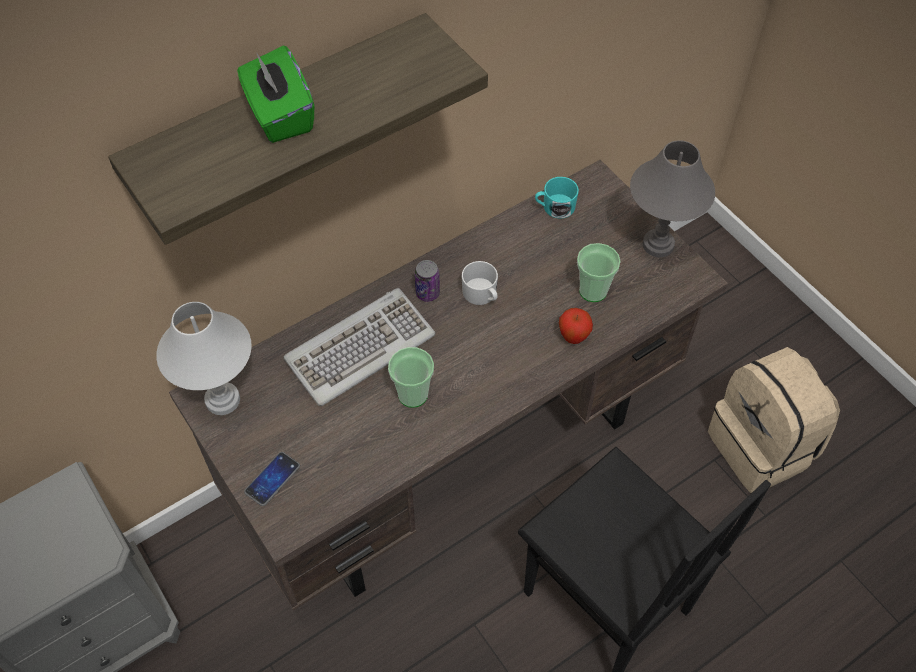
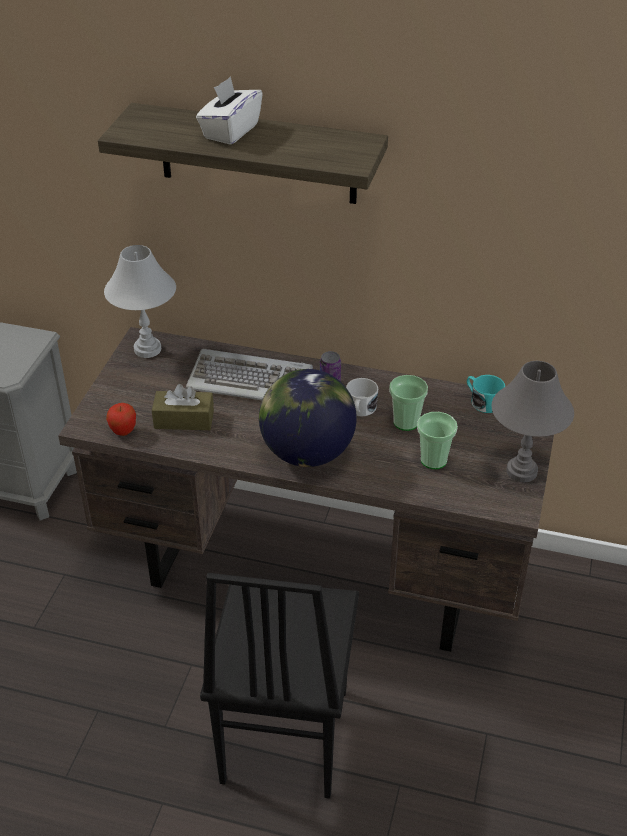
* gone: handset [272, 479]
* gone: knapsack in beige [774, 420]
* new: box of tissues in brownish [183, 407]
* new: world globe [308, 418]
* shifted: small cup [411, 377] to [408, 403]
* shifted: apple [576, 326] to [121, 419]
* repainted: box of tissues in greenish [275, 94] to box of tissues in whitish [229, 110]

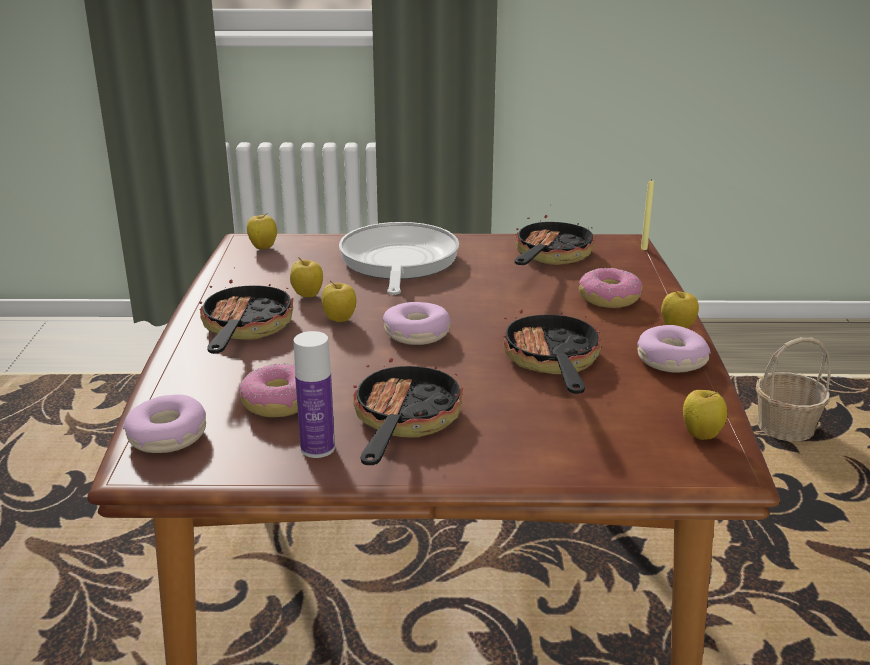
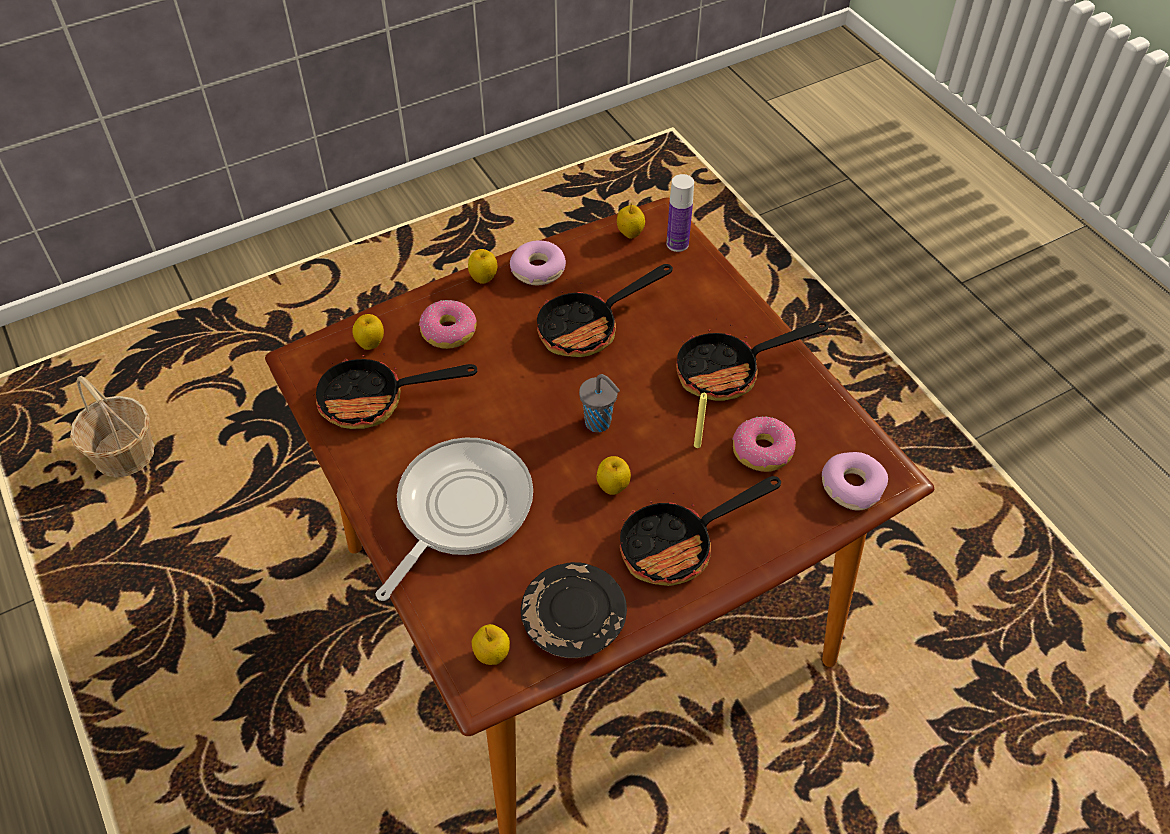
* new: dinner plate in black [574, 610]
* shifted: apple [306, 277] to [368, 332]
* shifted: bottle [314, 394] to [680, 213]
* shifted: wax light in yellow-coloured [647, 214] to [700, 420]
* swapped: ring doughnut [417, 323] to small cup in gray [599, 403]
* rotated: frying pan [399, 258] = [454, 519] 150 degrees clockwise

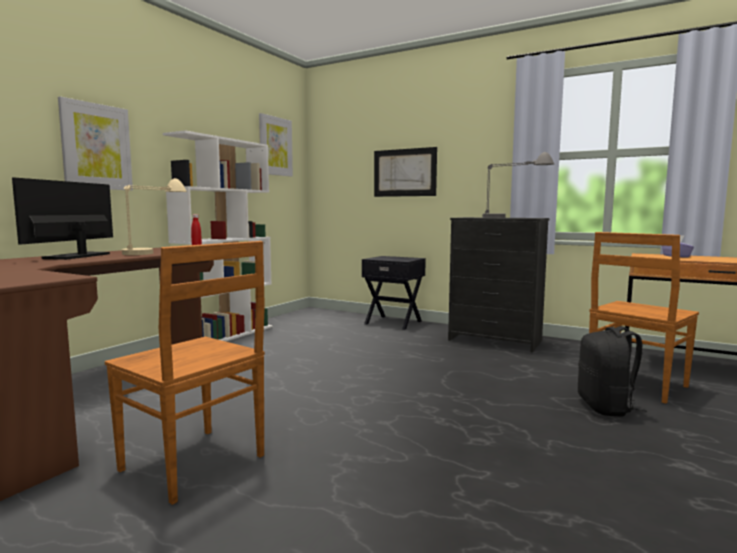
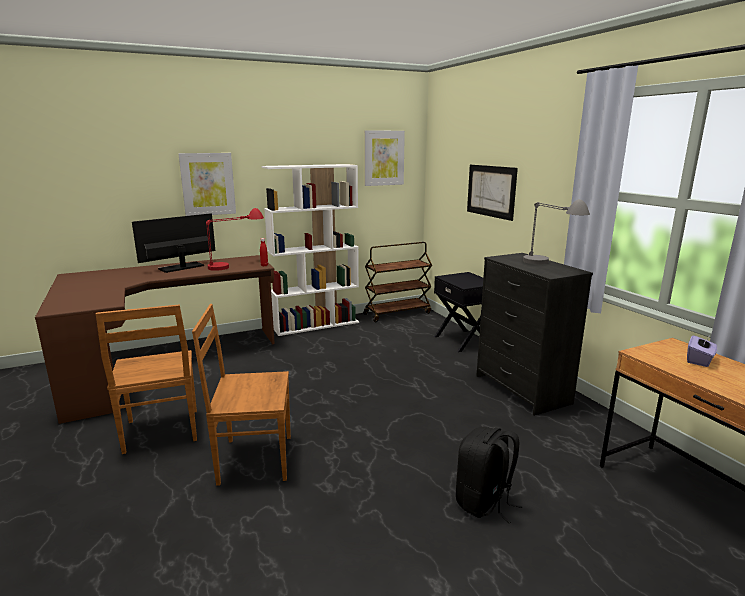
* new: trolley in brownish [397, 282]
* shifted: chair in brownish [644, 318] to [241, 395]
* repainted: lamp for a table in beige [154, 216] to lamp for a table in reddish [235, 239]

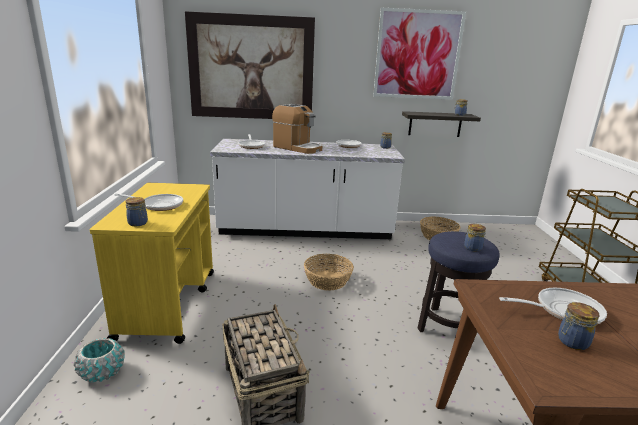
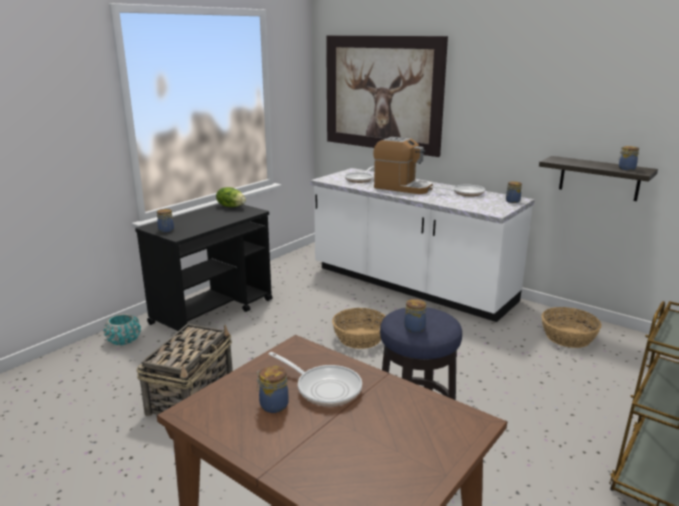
* gone: frying pan [148, 202]
* gone: wall art [419, 54]
* new: lettuce head [231, 197]
* repainted: trolley in yellow-coloured [151, 263] to trolley in black [204, 267]
* rotated: coffee machine [297, 129] = [403, 165] 45 degrees counterclockwise

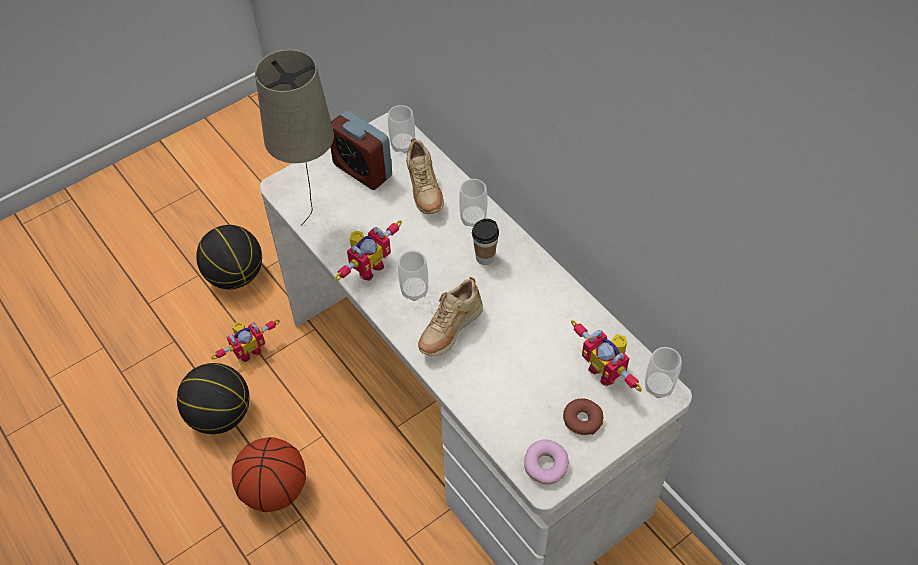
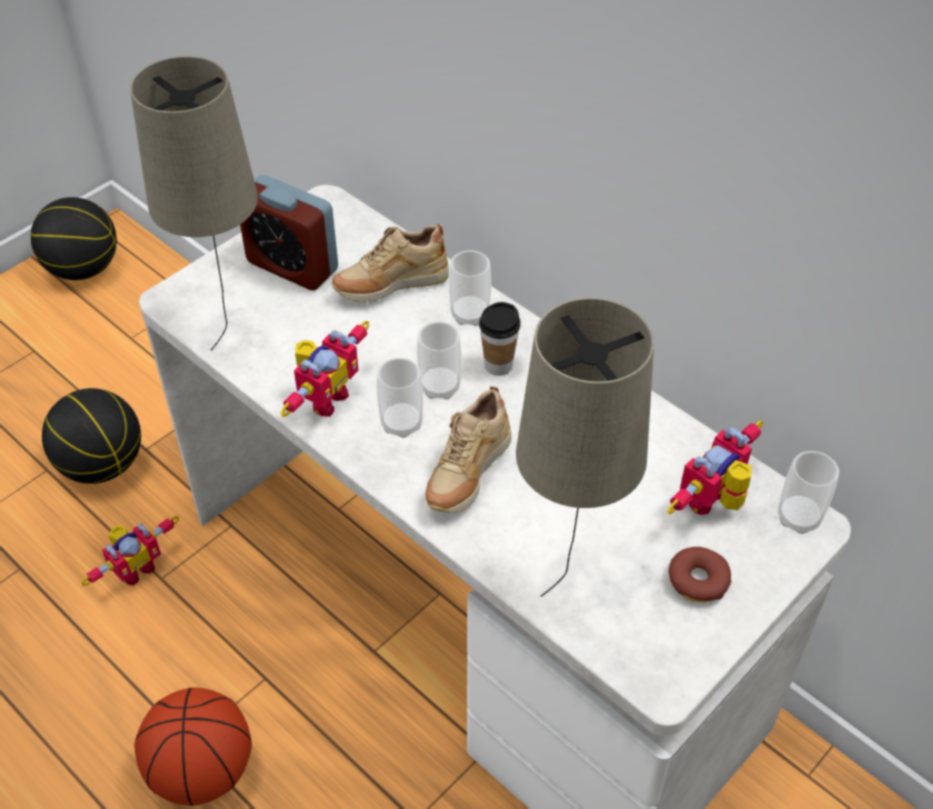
* gone: ring doughnut [546, 462]
* new: lamp for a table in beige [585, 447]
* shifted: basketball ball [213, 398] to [74, 238]
* shifted: small cup [401, 129] to [439, 360]
* rotated: low shoe in beige [425, 176] = [390, 262] 90 degrees clockwise
* rotated: toy robot [606, 356] = [715, 467] 90 degrees clockwise

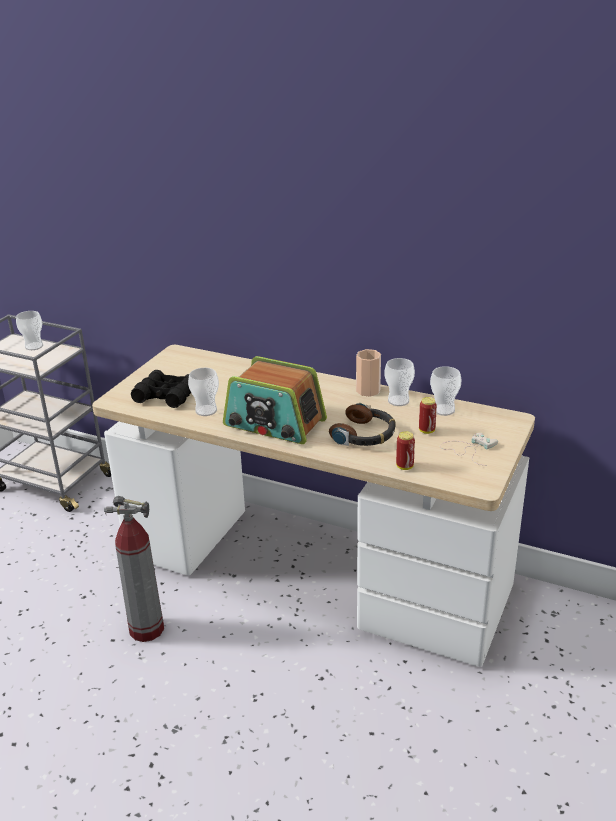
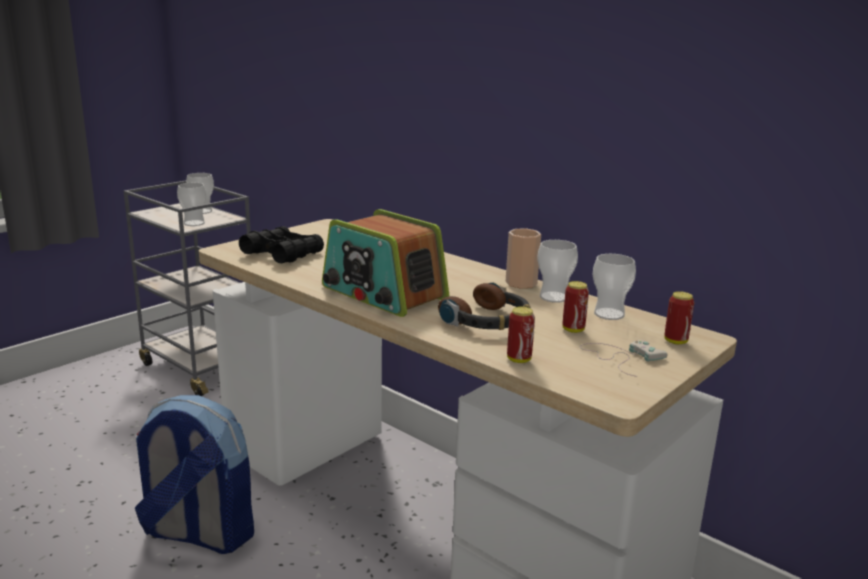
* new: metal can [679, 317]
* shifted: small cup [203, 392] to [191, 204]
* swapped: fire extinguisher [134, 569] to knapsack [194, 474]

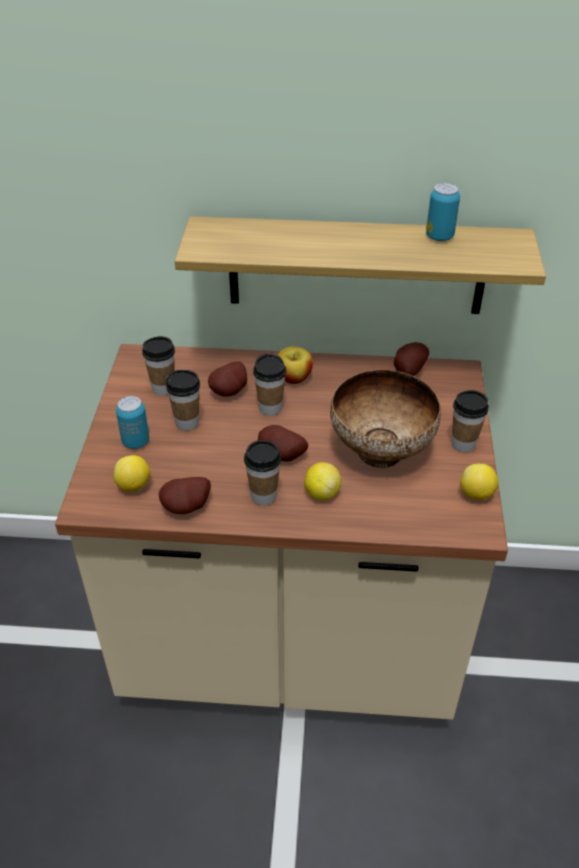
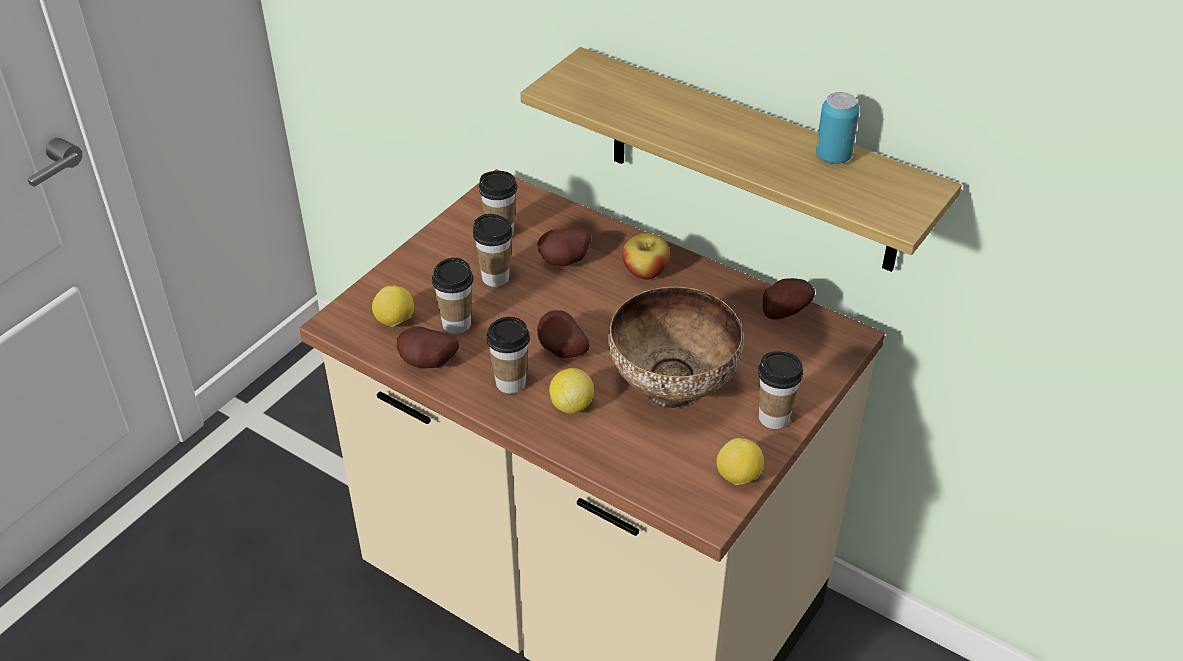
* gone: metal can [132, 422]
* shifted: small cup [269, 385] to [452, 296]

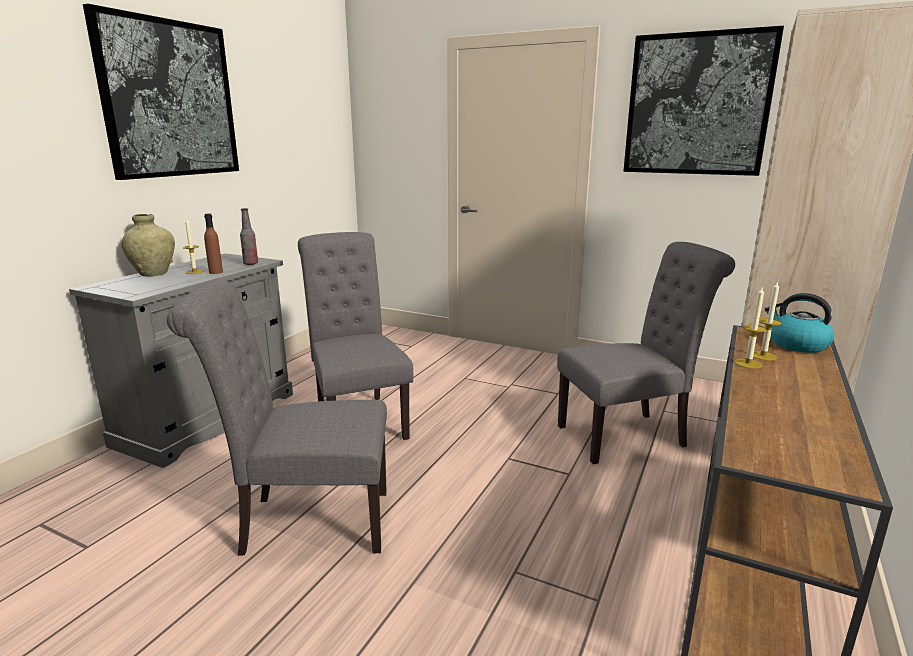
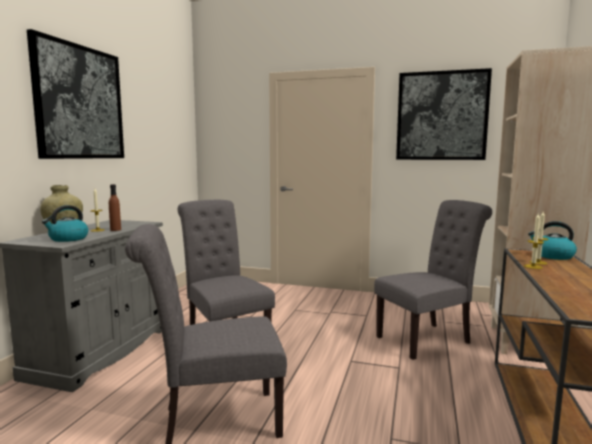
* gone: bottle [249, 236]
* new: water kettle [65, 223]

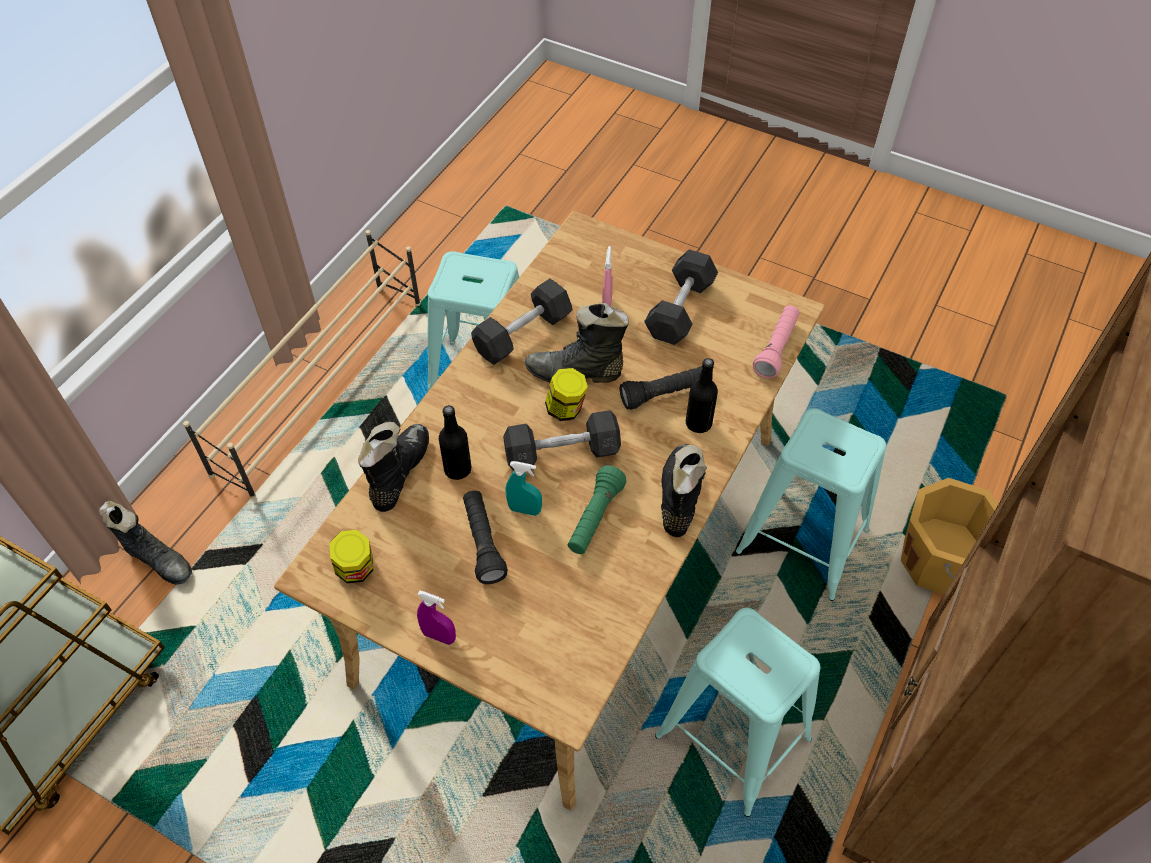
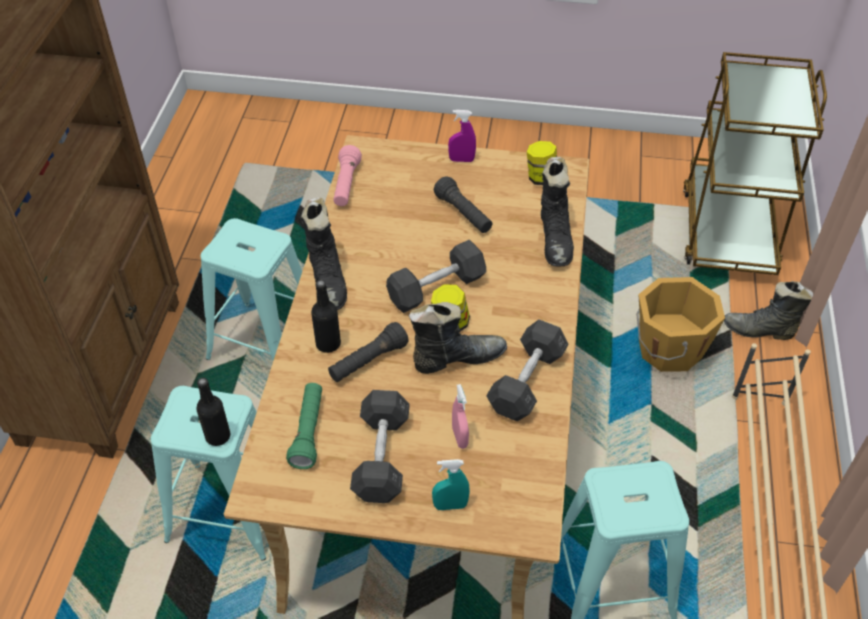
* shifted: bottle in black [455, 442] to [213, 412]
* shifted: sprayer in turquoise-coloured [524, 488] to [451, 484]
* shifted: flashlight in greenish [597, 509] to [304, 426]
* shifted: flashlight in pinkish [776, 341] to [347, 175]
* shifted: bucket in orange-coloured [949, 536] to [680, 324]

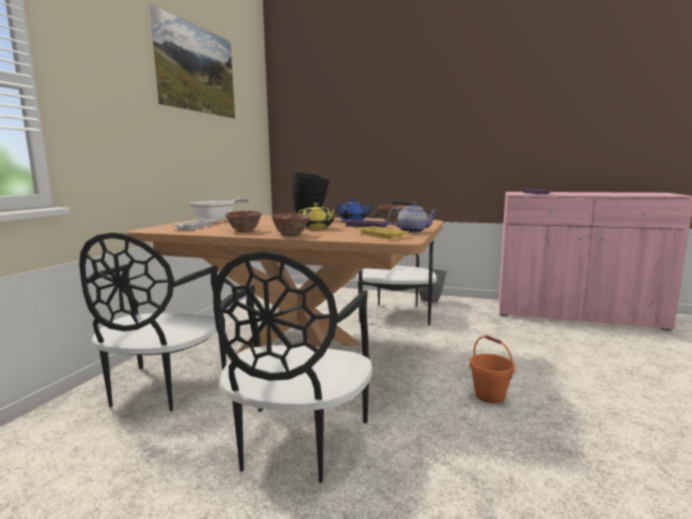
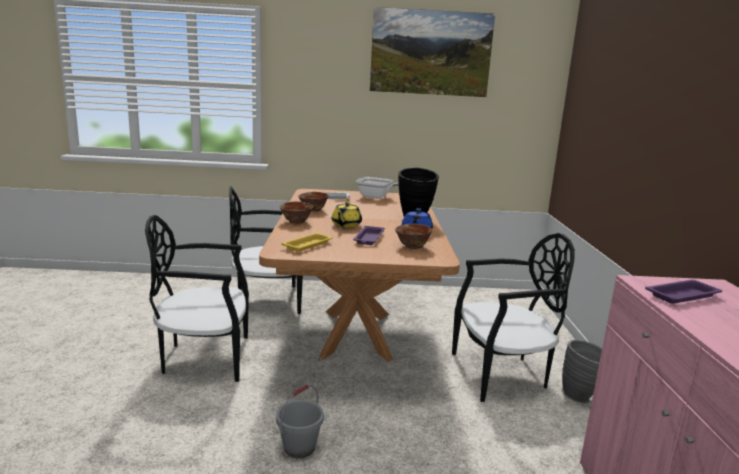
* gone: teapot [413, 217]
* repainted: bucket in orange-coloured [492, 369] to bucket in gray [300, 421]

